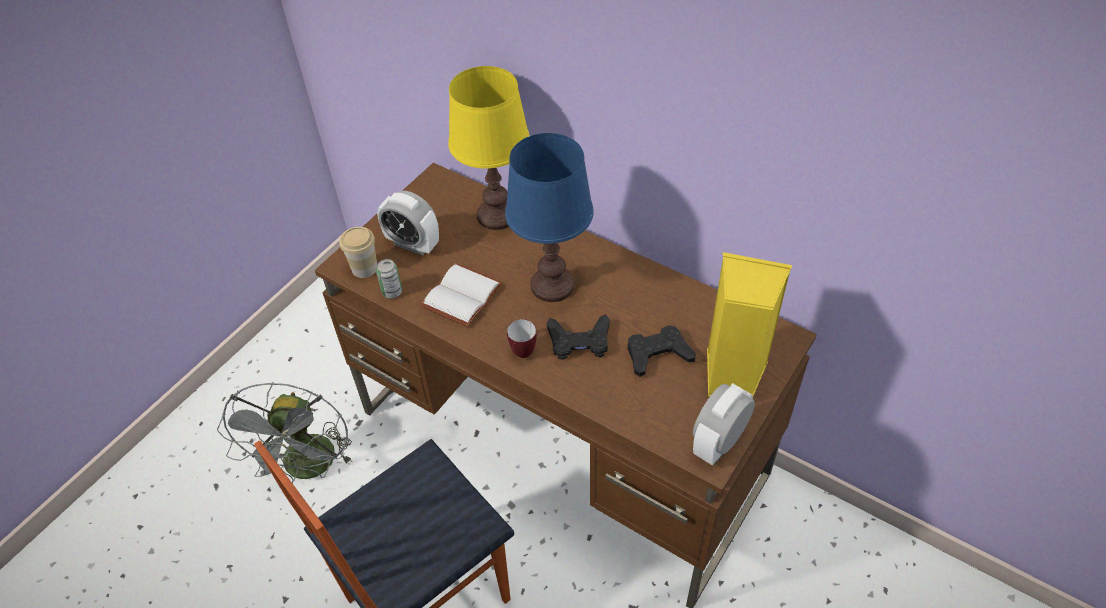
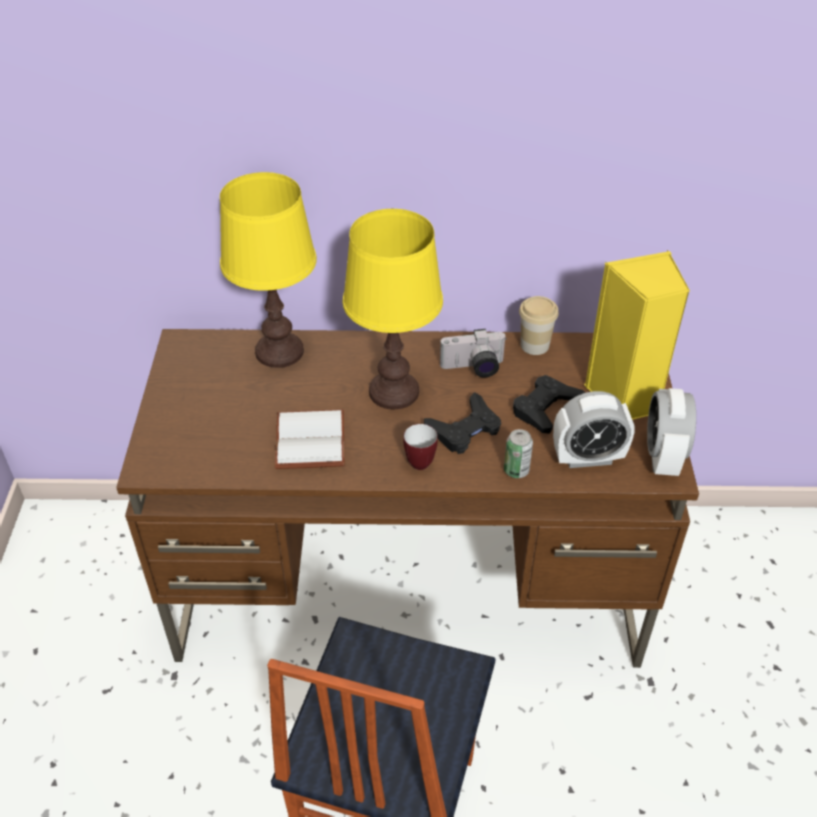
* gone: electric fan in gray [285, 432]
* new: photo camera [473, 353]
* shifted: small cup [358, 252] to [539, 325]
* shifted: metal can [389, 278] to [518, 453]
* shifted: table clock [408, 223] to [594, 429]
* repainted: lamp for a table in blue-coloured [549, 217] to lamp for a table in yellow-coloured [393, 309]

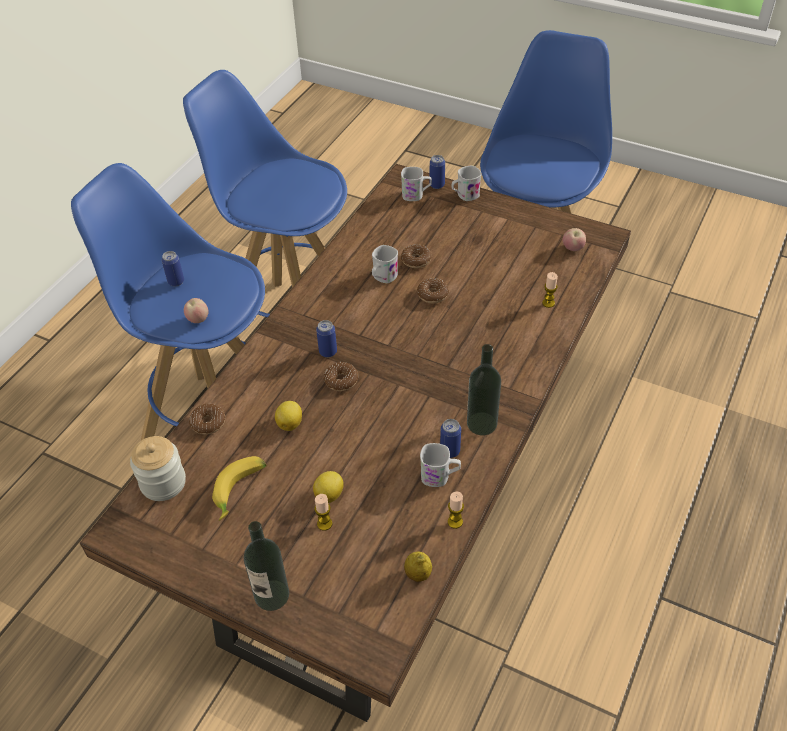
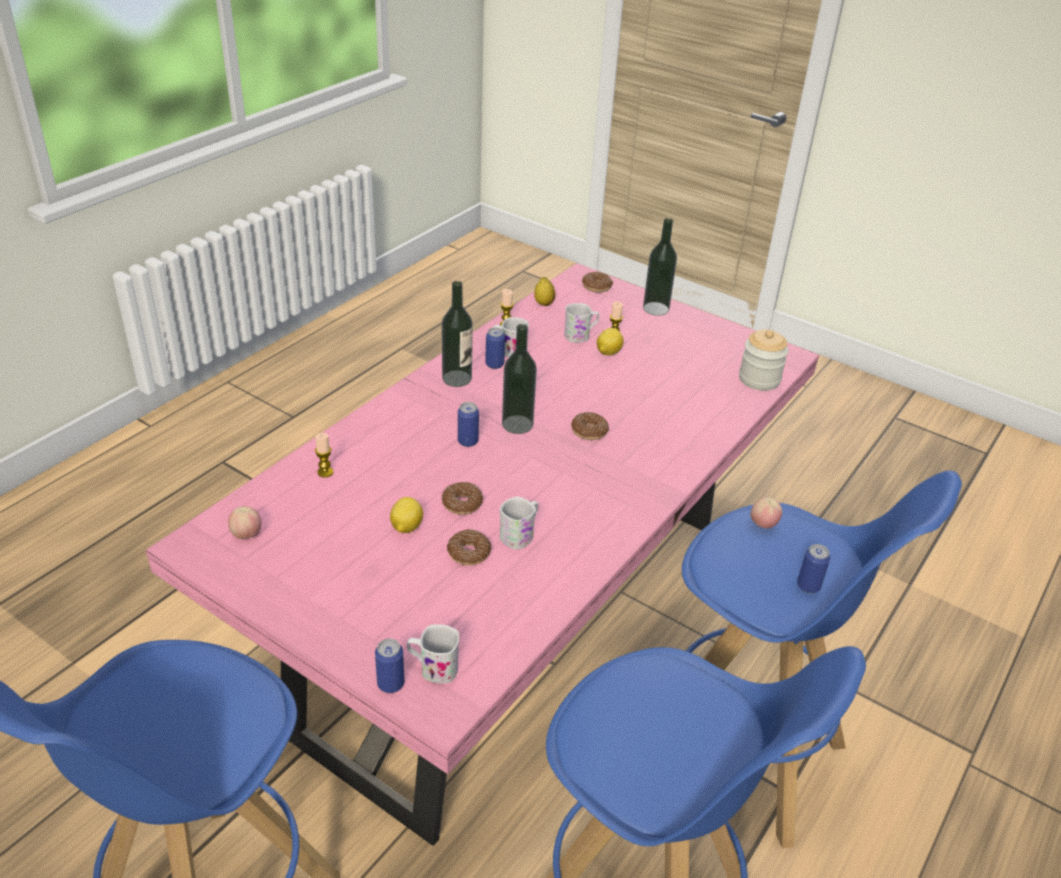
* gone: whole banana [239, 488]
* new: bottle [519, 379]
* shifted: ring doughnut [207, 419] to [597, 282]
* shifted: lemon [288, 416] to [406, 515]
* shifted: metal can [326, 338] to [468, 424]
* shifted: coffee mug in whitish [467, 183] to [581, 323]
* repainted: kitchen table in brownish [355, 443] to kitchen table in pinkish [482, 554]

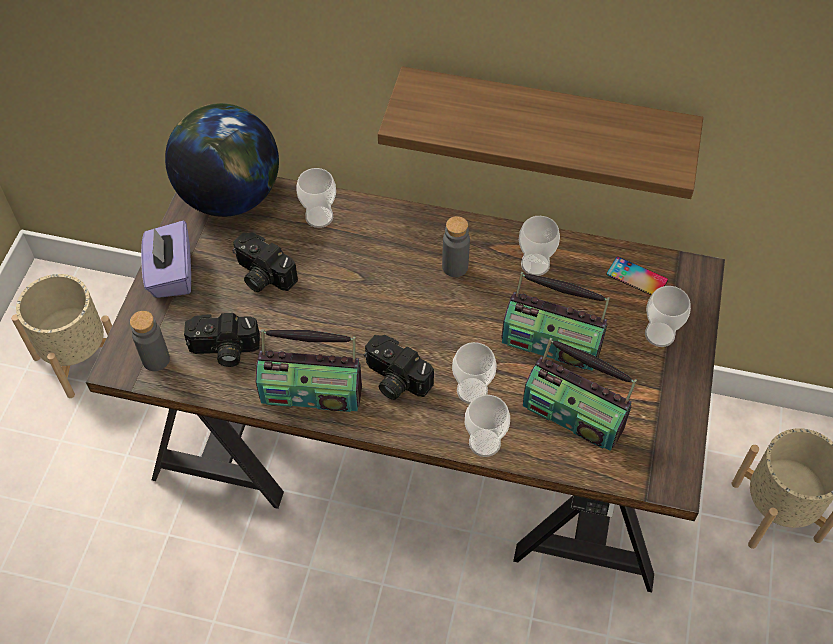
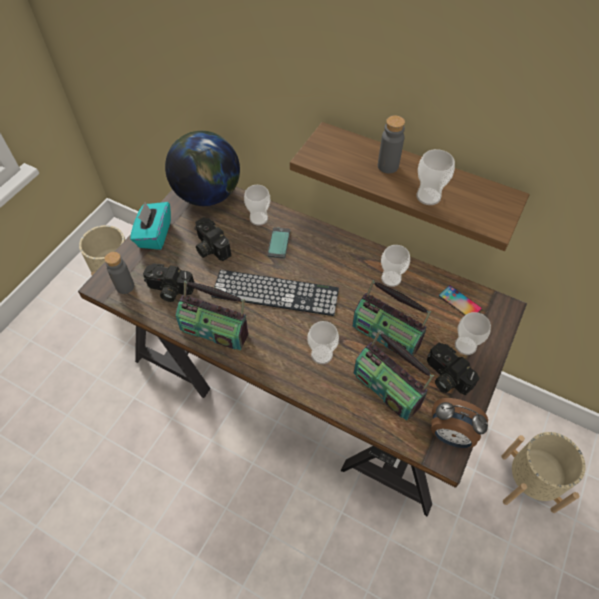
* new: computer keyboard [275, 293]
* new: handset [279, 243]
* new: table clock [459, 423]
* shifted: photo camera [399, 367] to [453, 369]
* shifted: bottle in gray [456, 246] to [391, 144]
* shifted: small cup [487, 426] to [435, 177]
* repainted: box of tissues in purple-coloured [166, 259] to box of tissues in turquoise-coloured [150, 226]

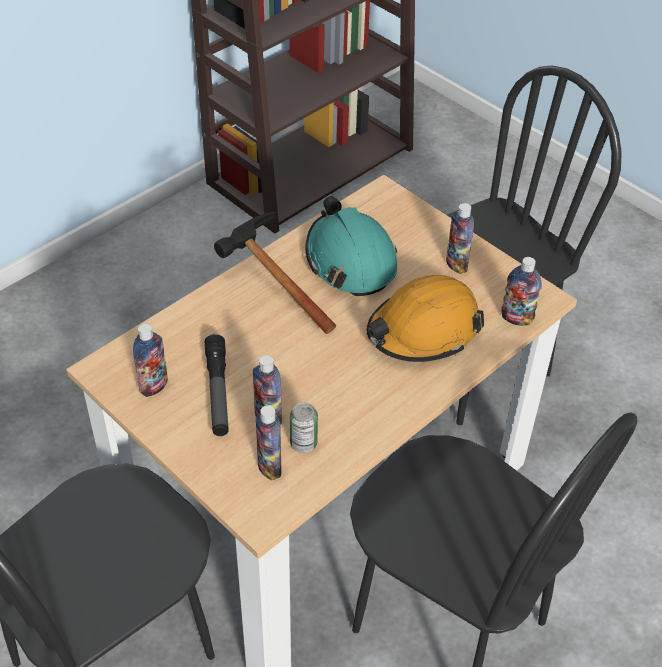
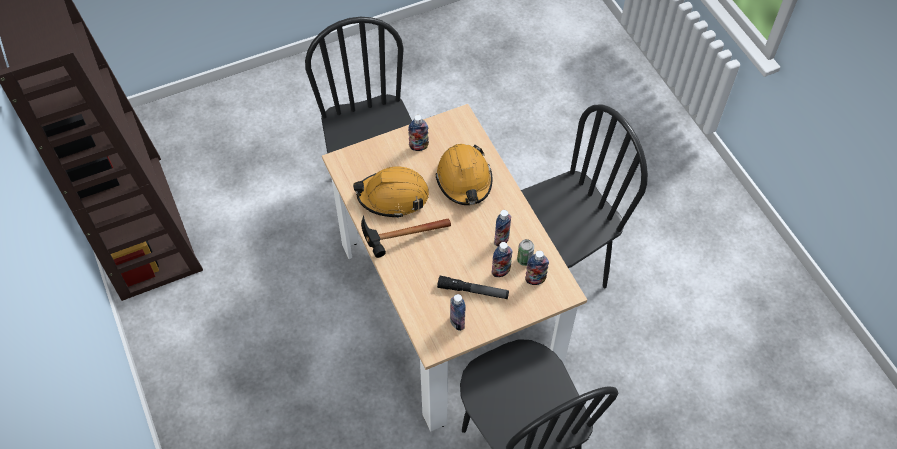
* shifted: bottle [521, 291] to [502, 228]
* repainted: safety helmet in turquoise-coloured [351, 246] to safety helmet in orange-coloured [391, 192]

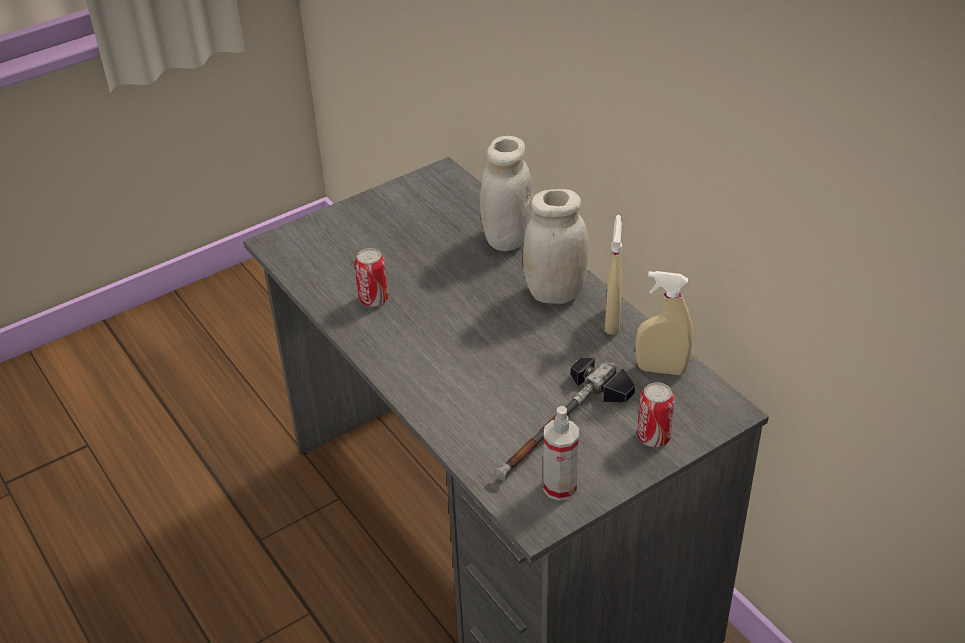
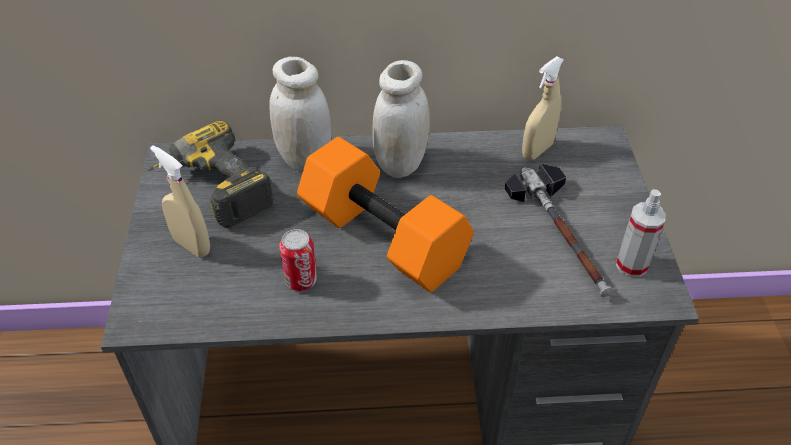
* gone: metal can [656, 414]
* new: power drill [211, 174]
* new: hand weight in orange-coloured [385, 214]
* shifted: sprayer in beige [613, 275] to [180, 201]

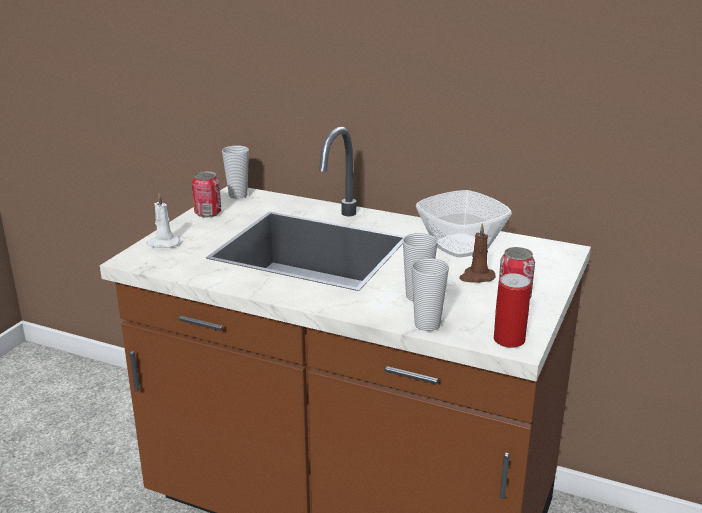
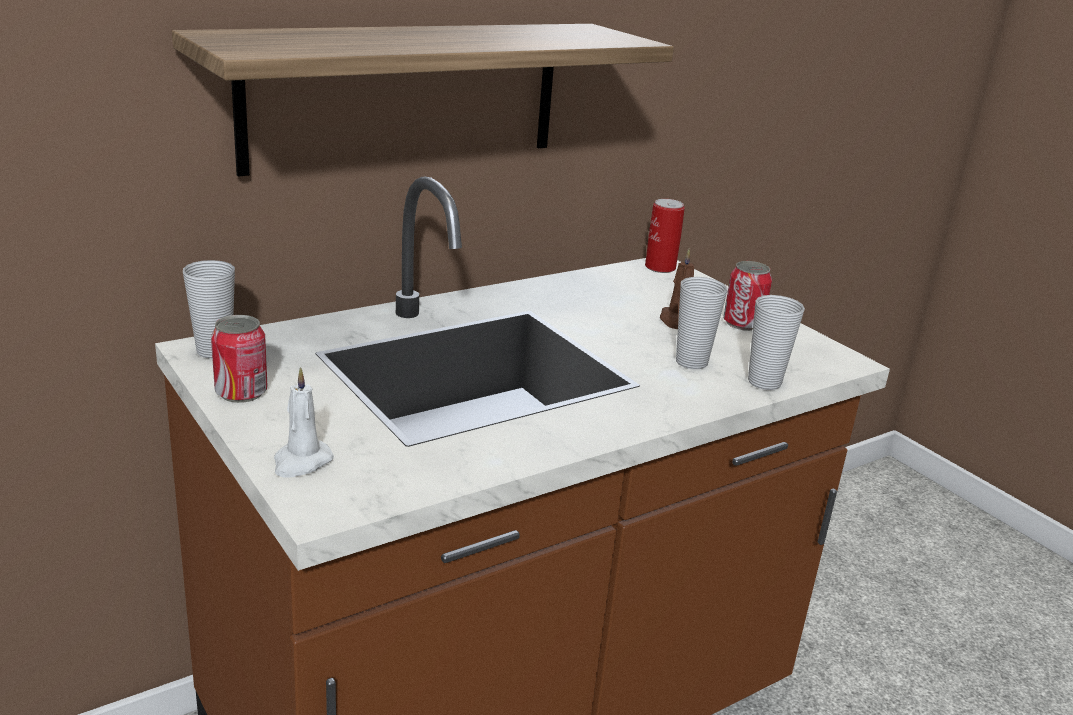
* gone: bowl [464, 223]
* new: wall shelf [423, 100]
* shifted: metal can [512, 310] to [665, 236]

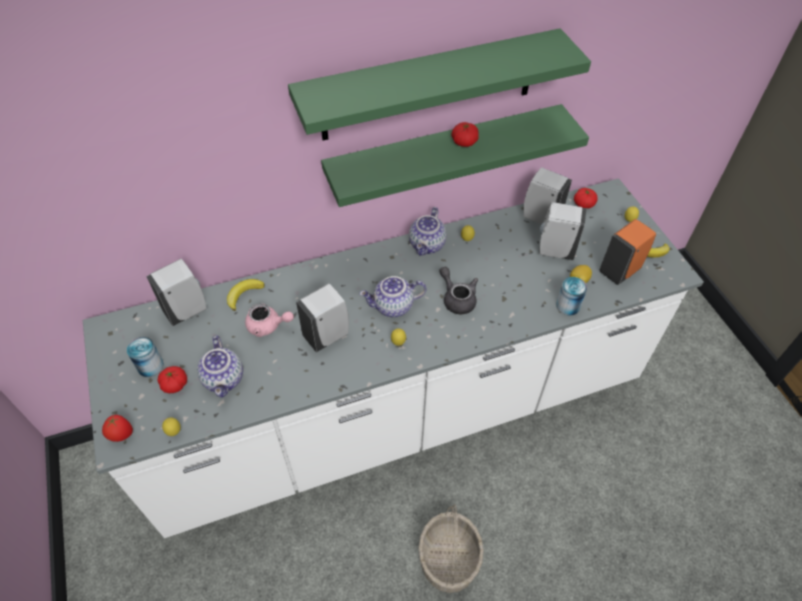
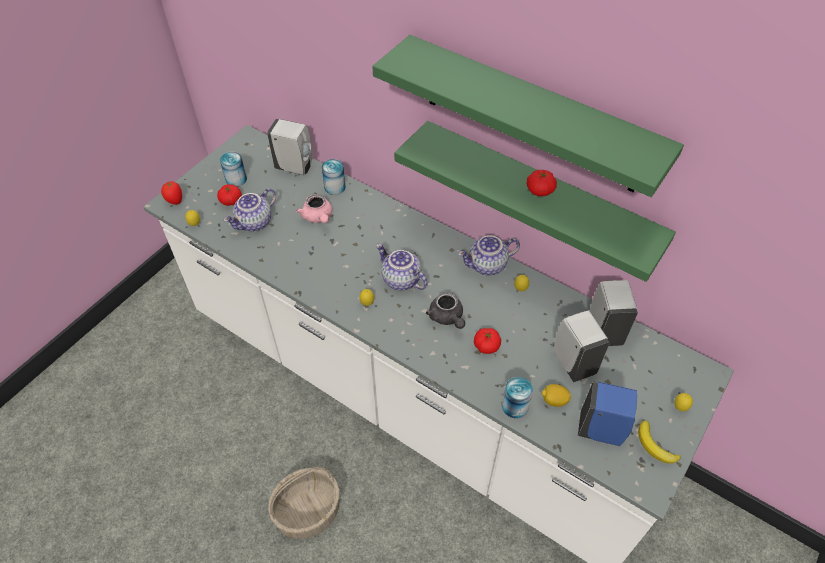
* gone: soap bottle in whitish [322, 317]
* shifted: tomato [585, 198] to [487, 341]
* swapped: whole banana [246, 295] to metal can [334, 177]
* repainted: soap bottle in orange-coloured [628, 252] to soap bottle in blue-coloured [607, 413]
* rotated: teapot in gray [459, 290] = [445, 310] 135 degrees clockwise

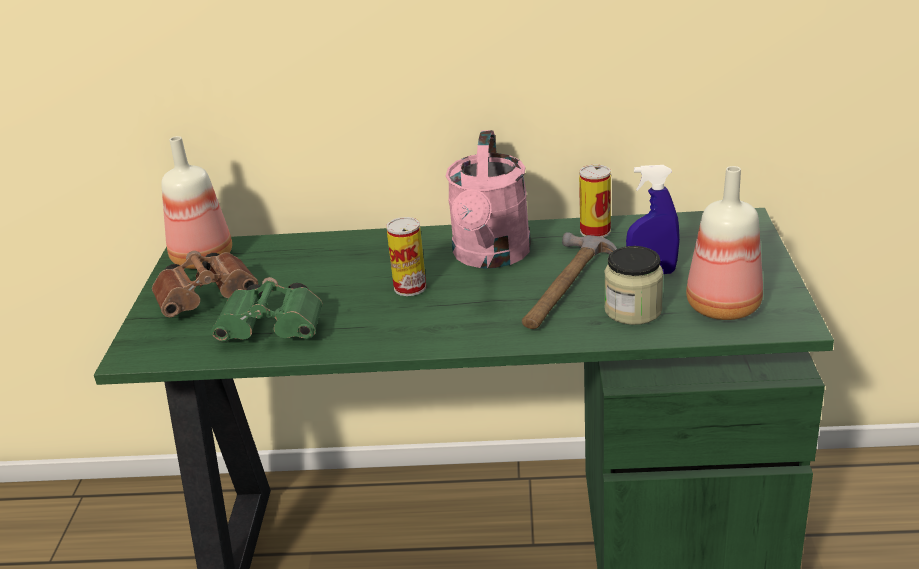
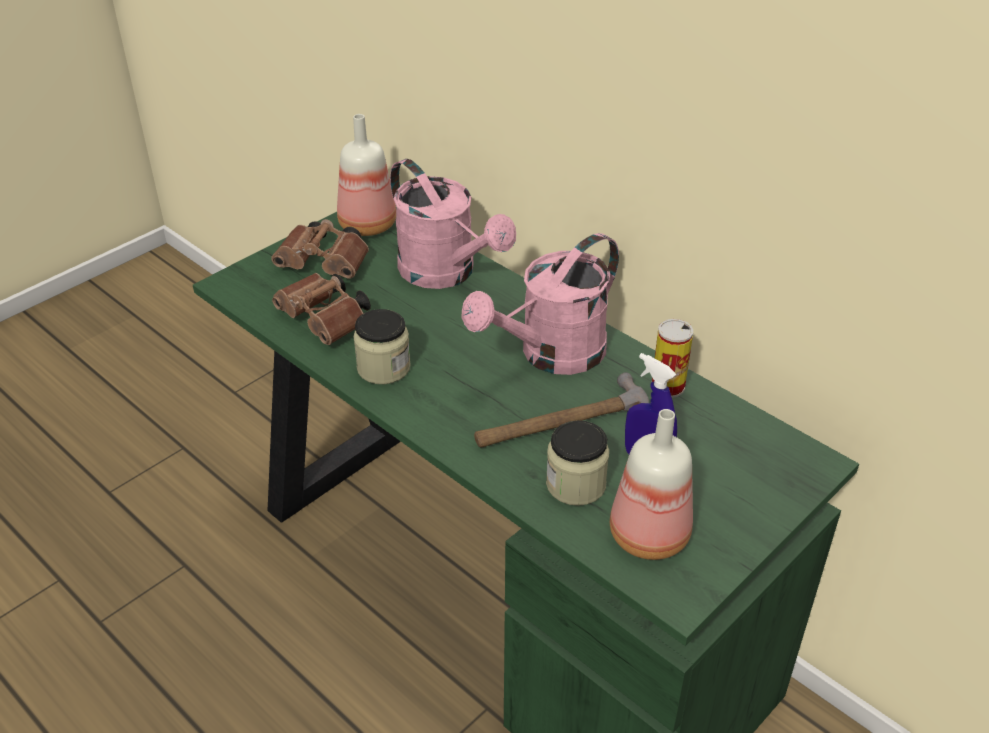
* gone: metal can [406, 256]
* new: storage jar [382, 346]
* new: watering pot in pinkish [453, 224]
* repainted: binoculars in greenish [266, 309] to binoculars in brownish [321, 309]

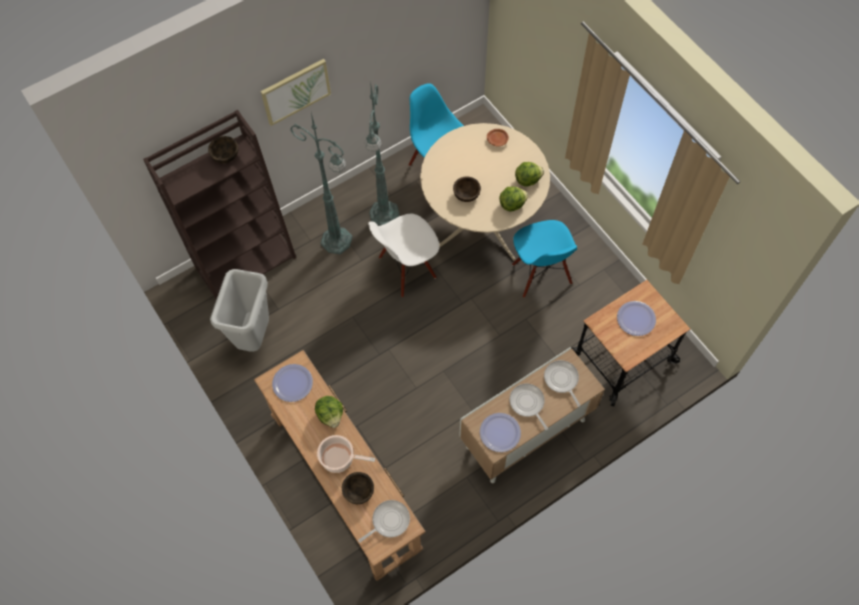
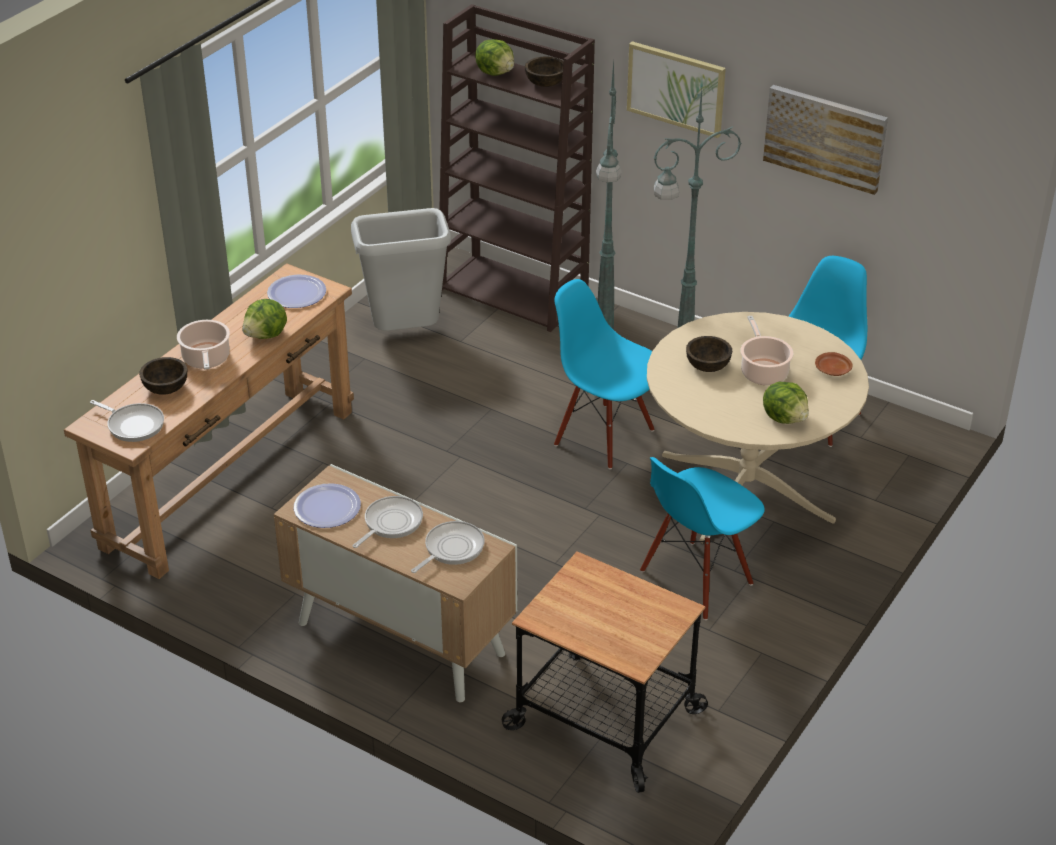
* gone: dinner plate [636, 318]
* new: stockpot [767, 350]
* new: wall art [825, 140]
* shifted: lettuce head [514, 198] to [494, 57]
* repainted: chair in whitish [404, 255] to chair in blue-coloured [604, 374]

